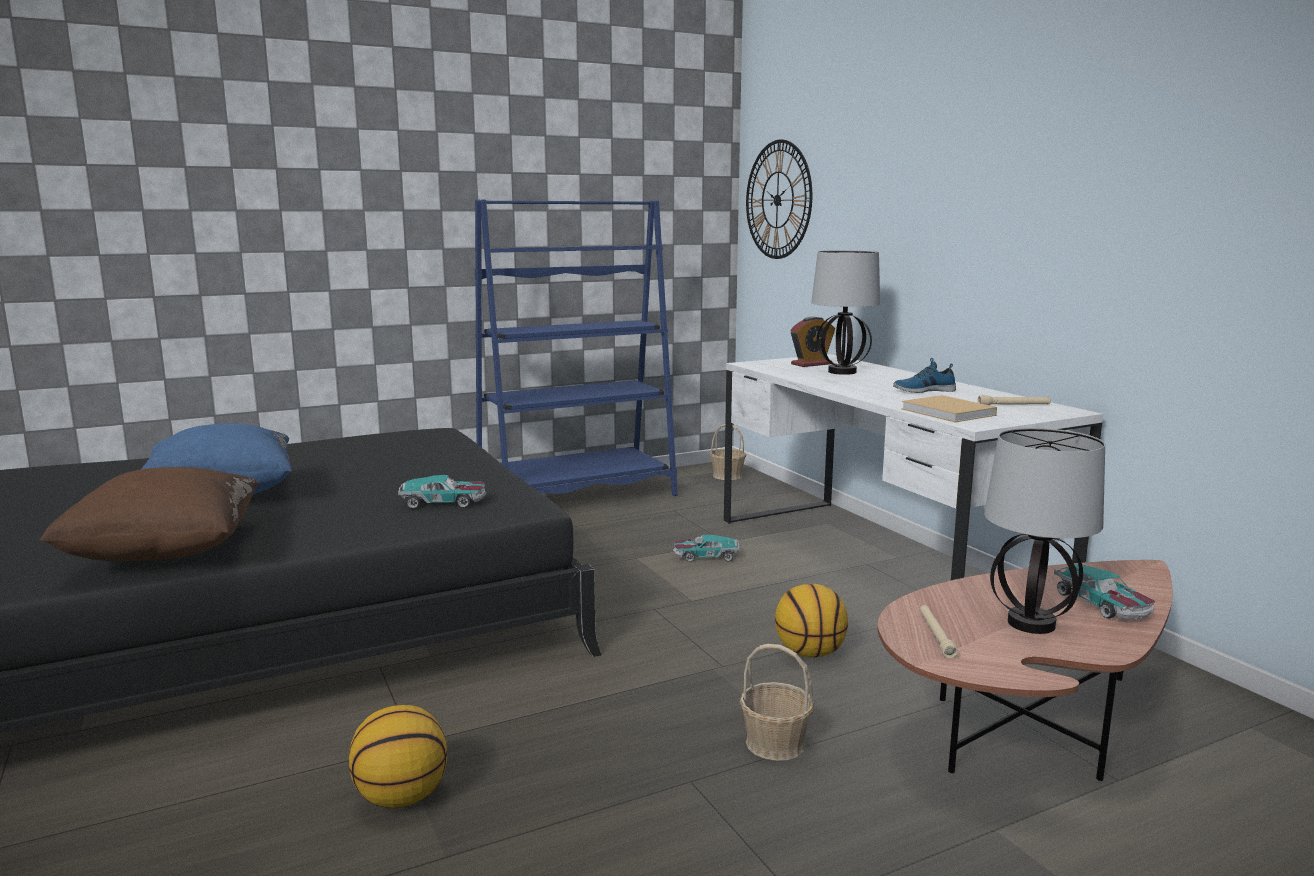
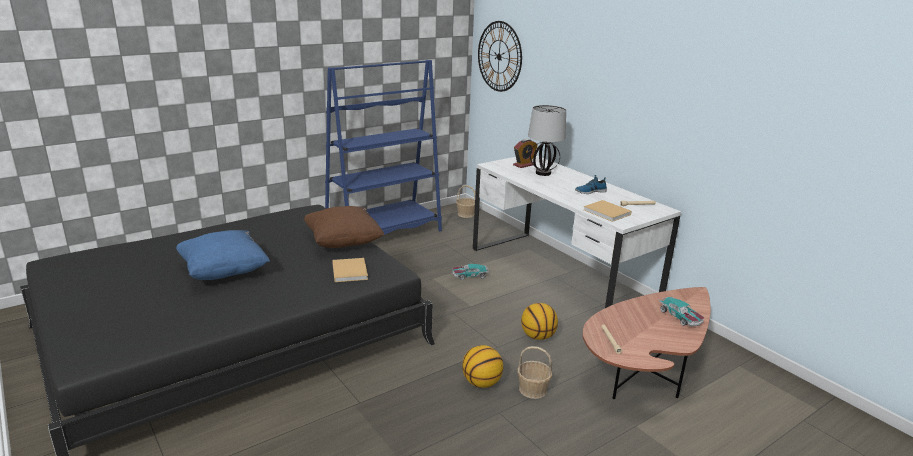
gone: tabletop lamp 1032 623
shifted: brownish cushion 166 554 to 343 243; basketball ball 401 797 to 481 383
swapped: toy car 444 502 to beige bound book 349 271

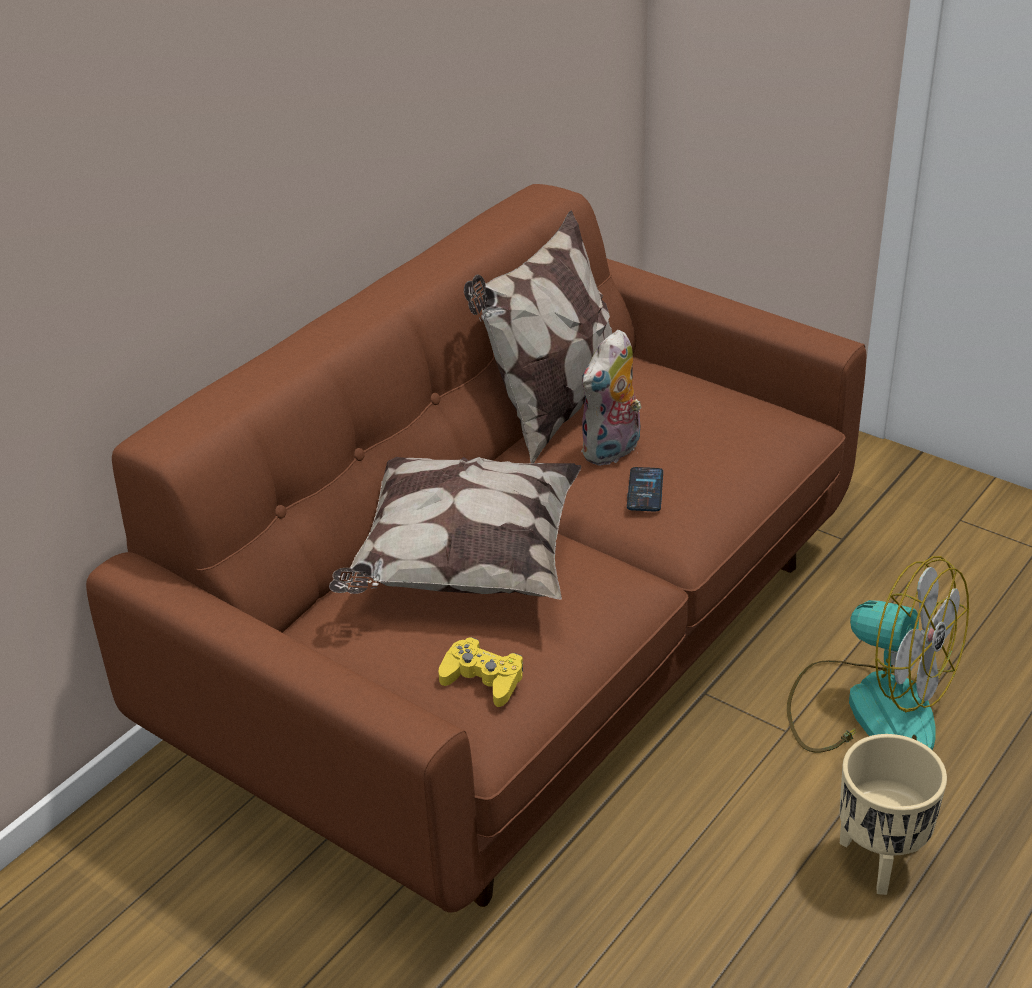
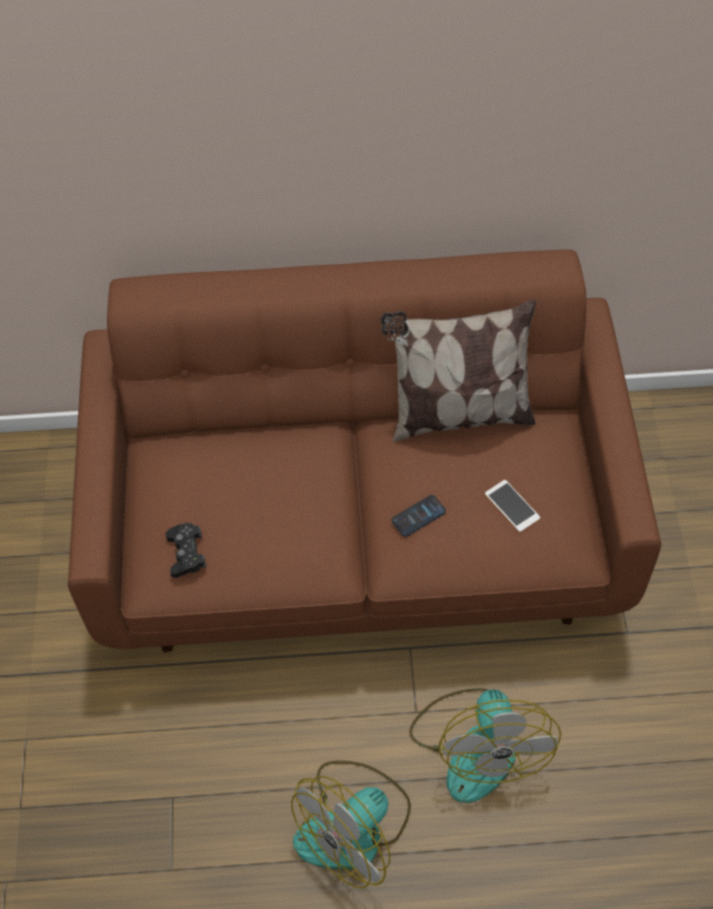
gone: cushion 463 566; soft toy 612 451
new: telephone 512 506
swapped: beige plant pot 881 860 to electric fan 354 826
repainted: yellow-coloured gamepad 483 679 to black gamepad 186 553

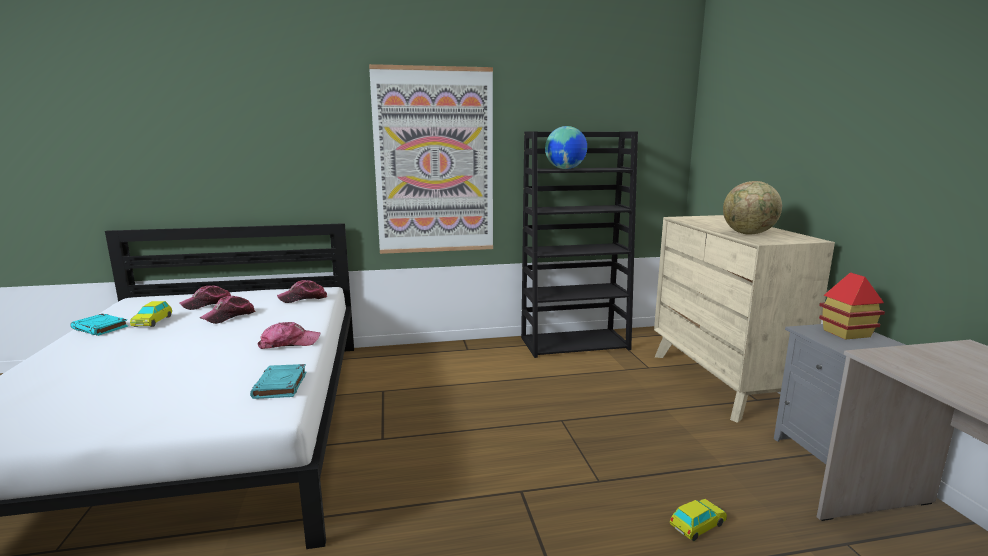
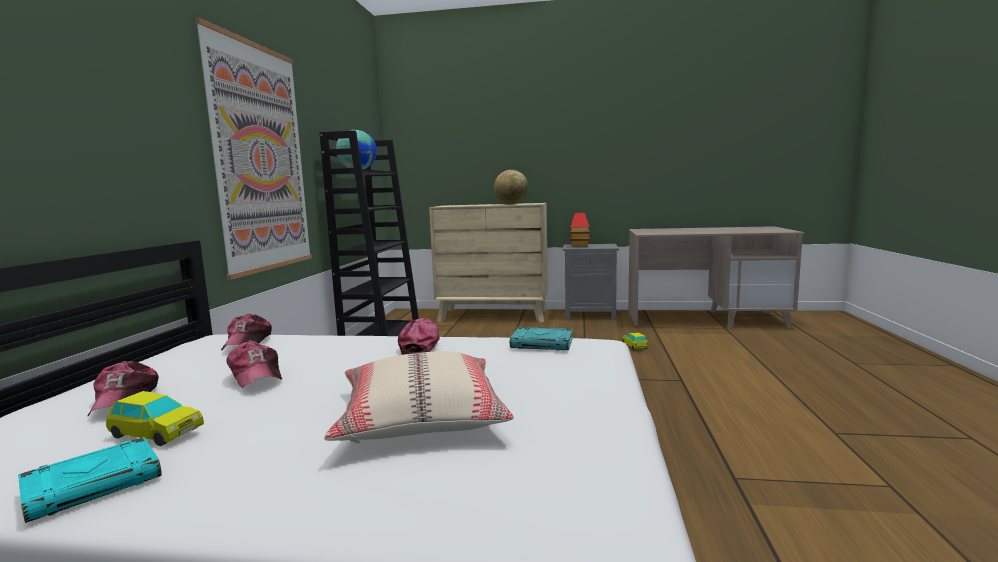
new: beige cushion 420 416

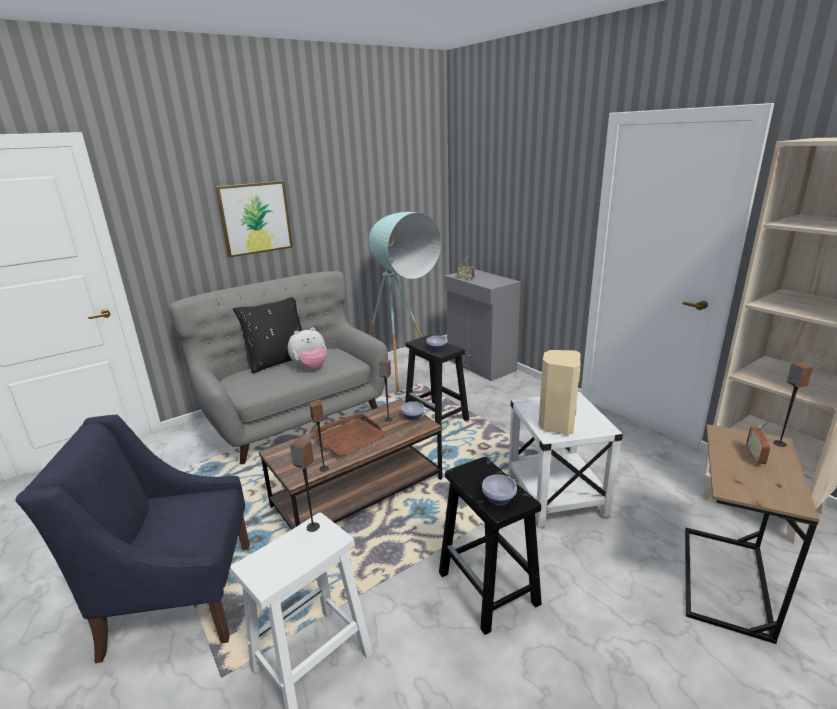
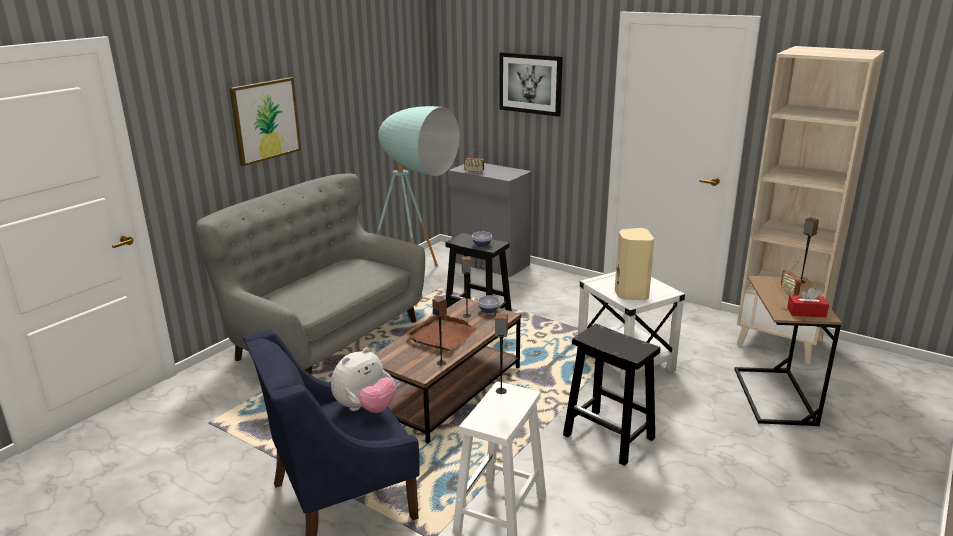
gone: black cushion 279 361; bowl 497 499
new: picture 530 83; red-coloured tissue holder 806 312
shifted: soft toy 310 368 to 365 408

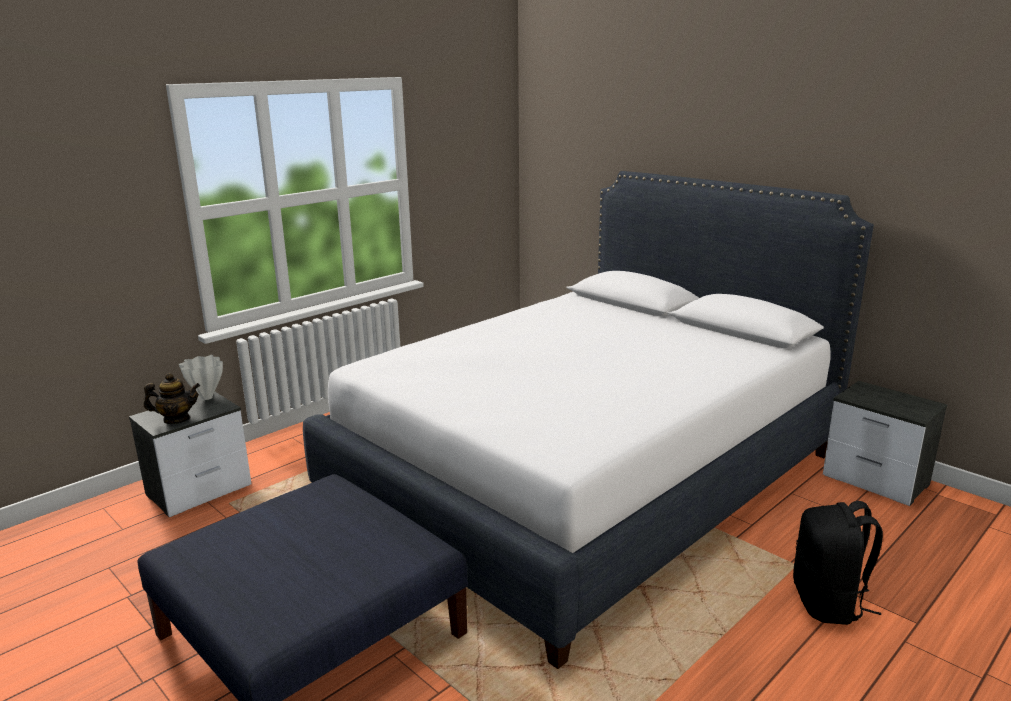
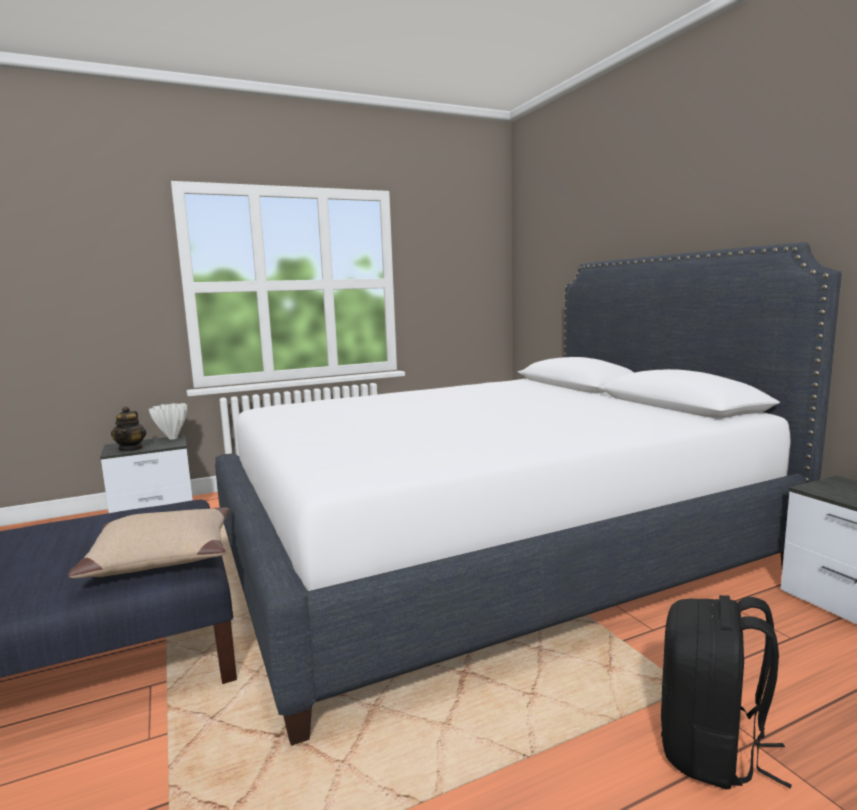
new: beige cushion 162 556
rotated: tea pot 176 419 = 131 448 75 degrees clockwise

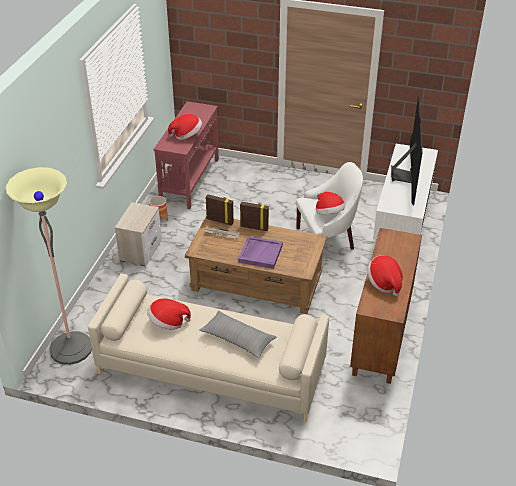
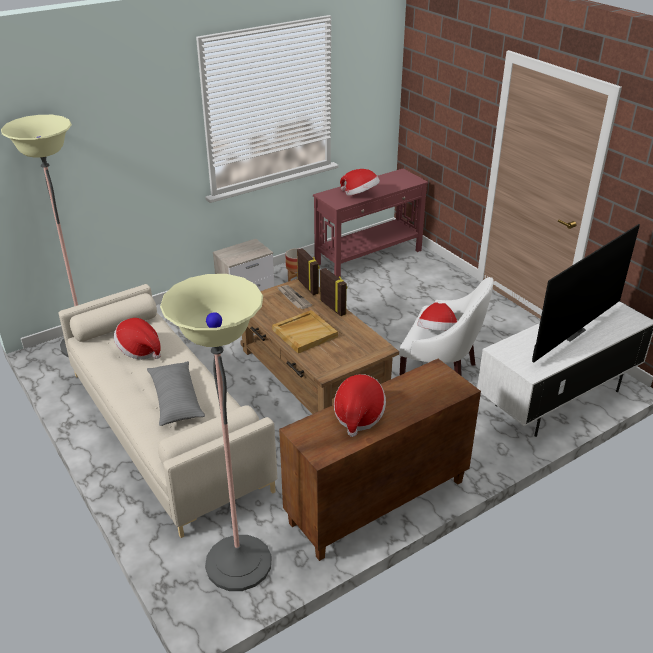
new: standard lamp 238 563
repainted: purplish carrying tray 260 253 to beige carrying tray 305 333

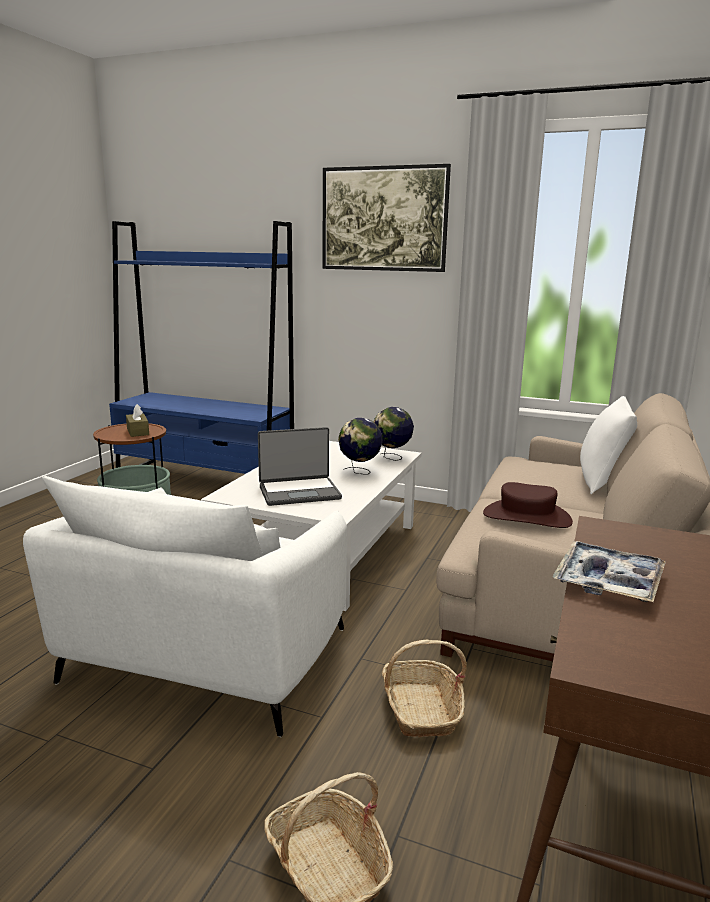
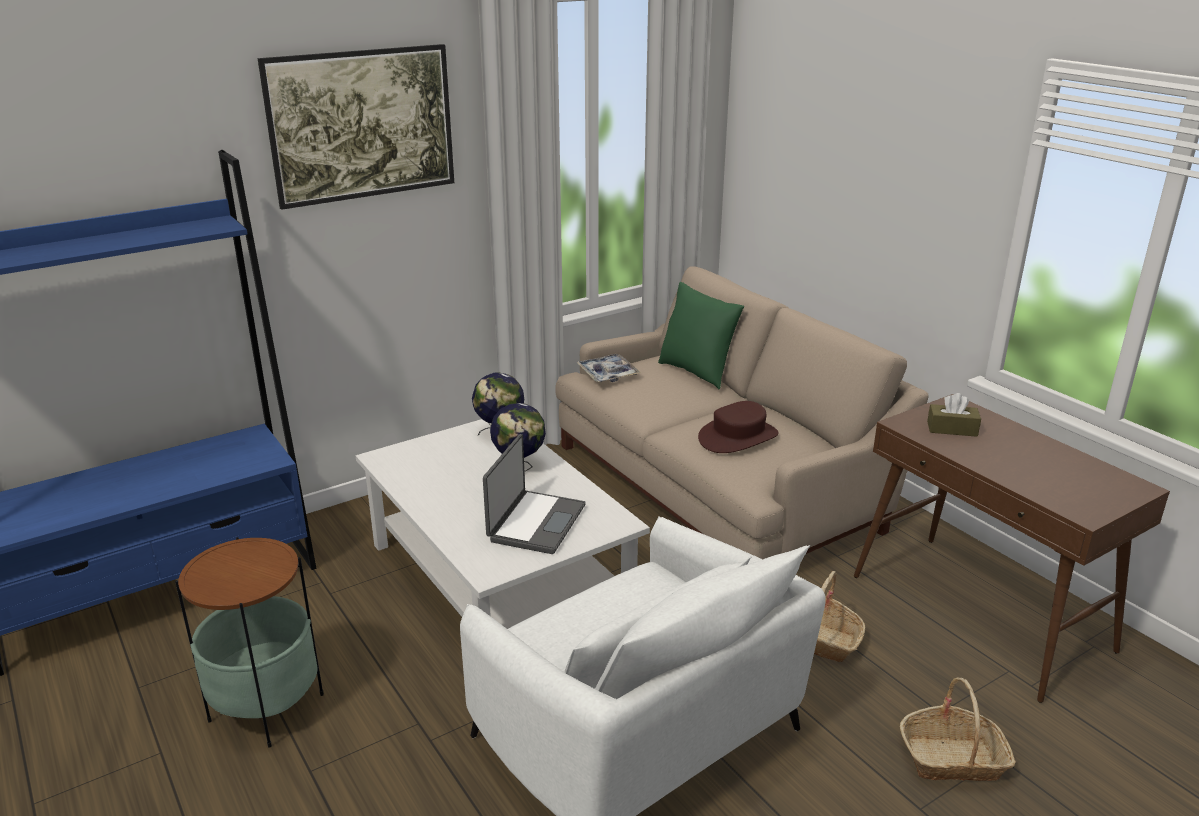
shifted: brownish tissue holder 138 431 to 952 429; carrying tray 608 581 to 608 374
repainted: white cushion 602 482 to green-coloured cushion 697 372

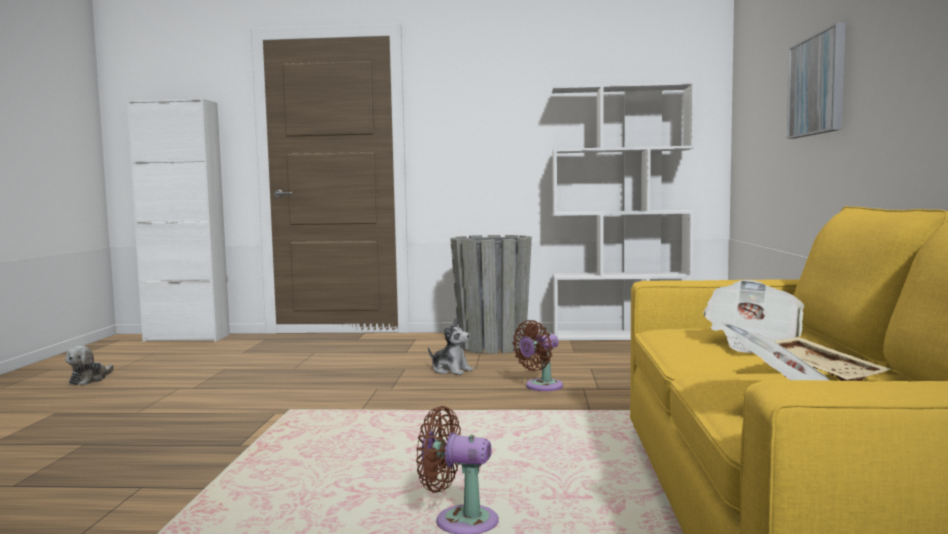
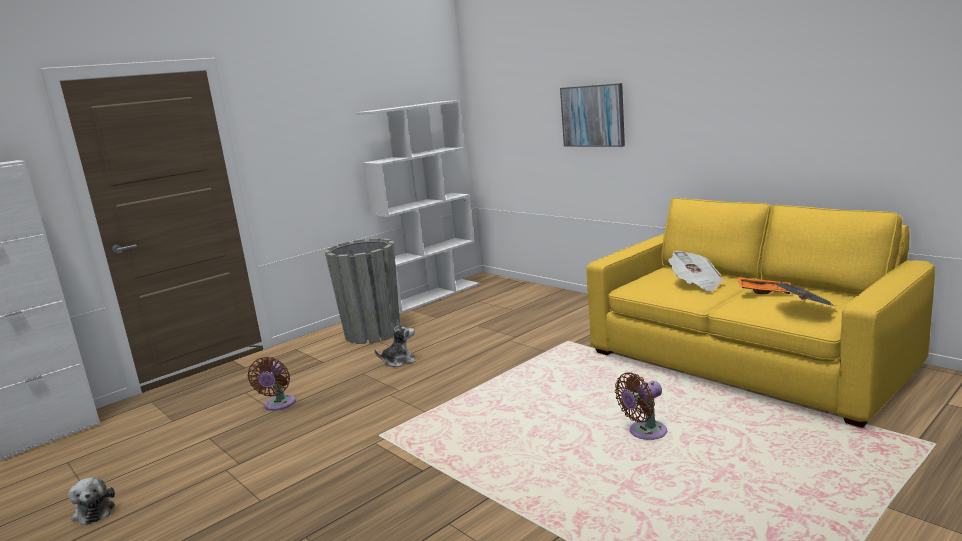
shifted: brownish electric fan 541 387 to 278 405
repainted: beige carrying tray 822 372 to orange-coloured carrying tray 764 291

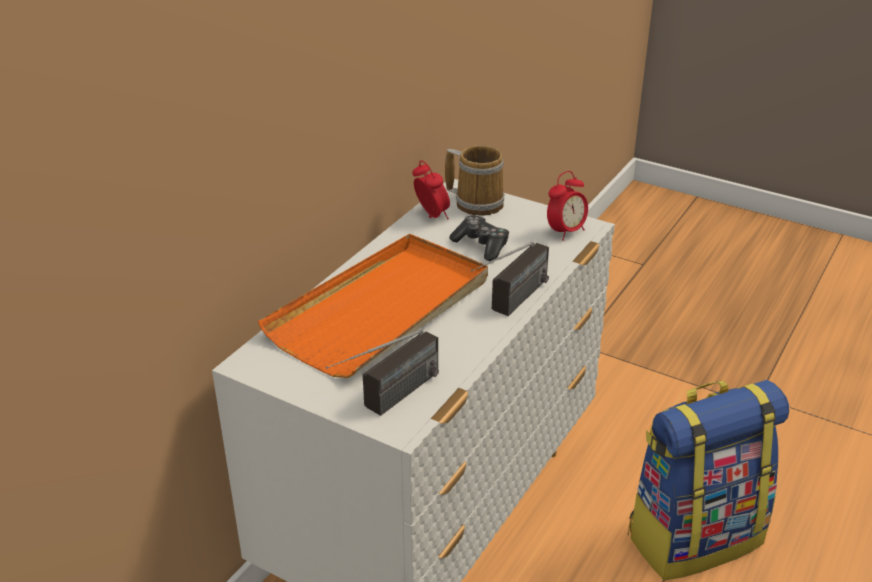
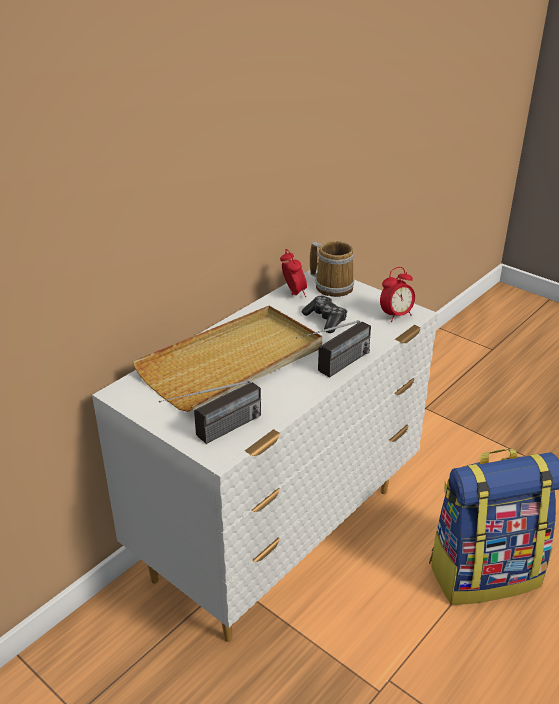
repainted: orange-coloured carrying tray 382 310 to beige carrying tray 233 362

